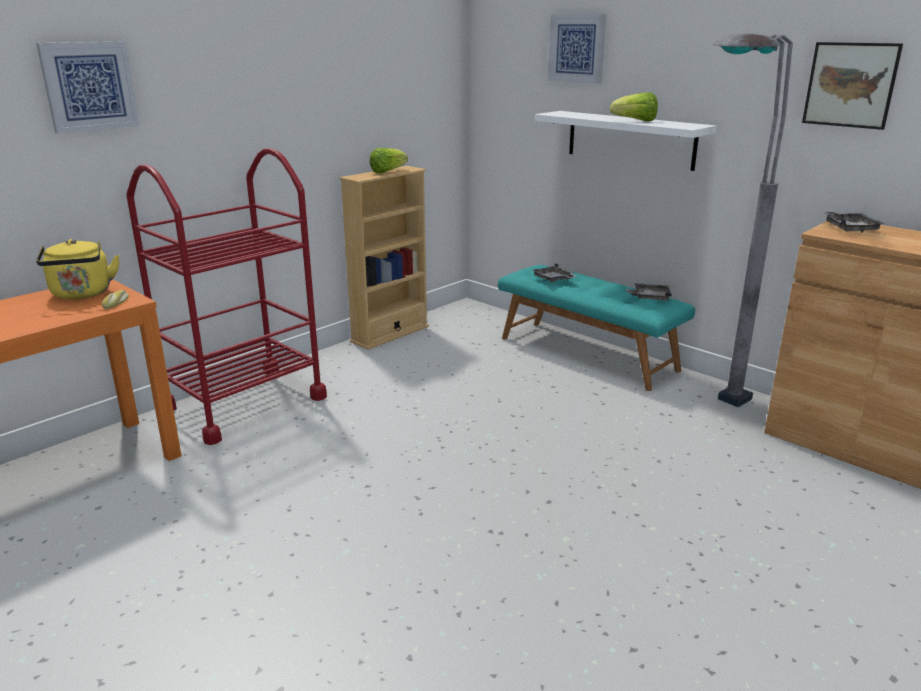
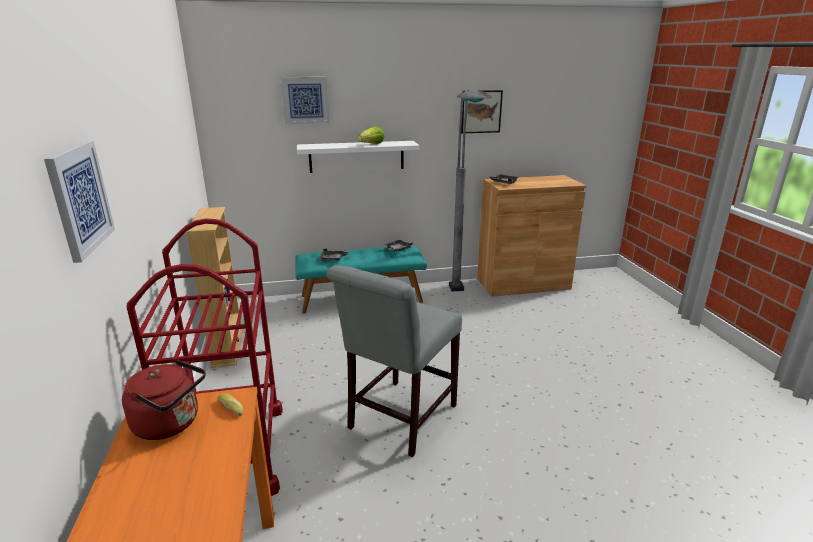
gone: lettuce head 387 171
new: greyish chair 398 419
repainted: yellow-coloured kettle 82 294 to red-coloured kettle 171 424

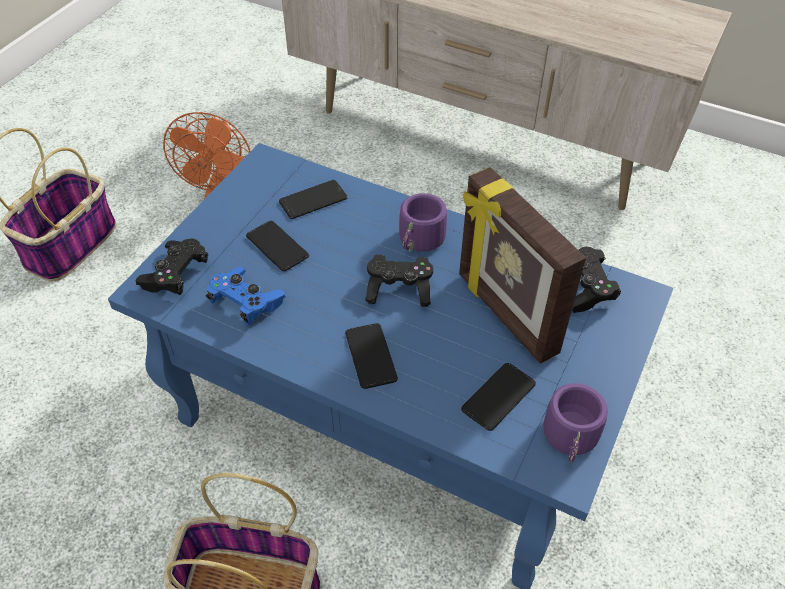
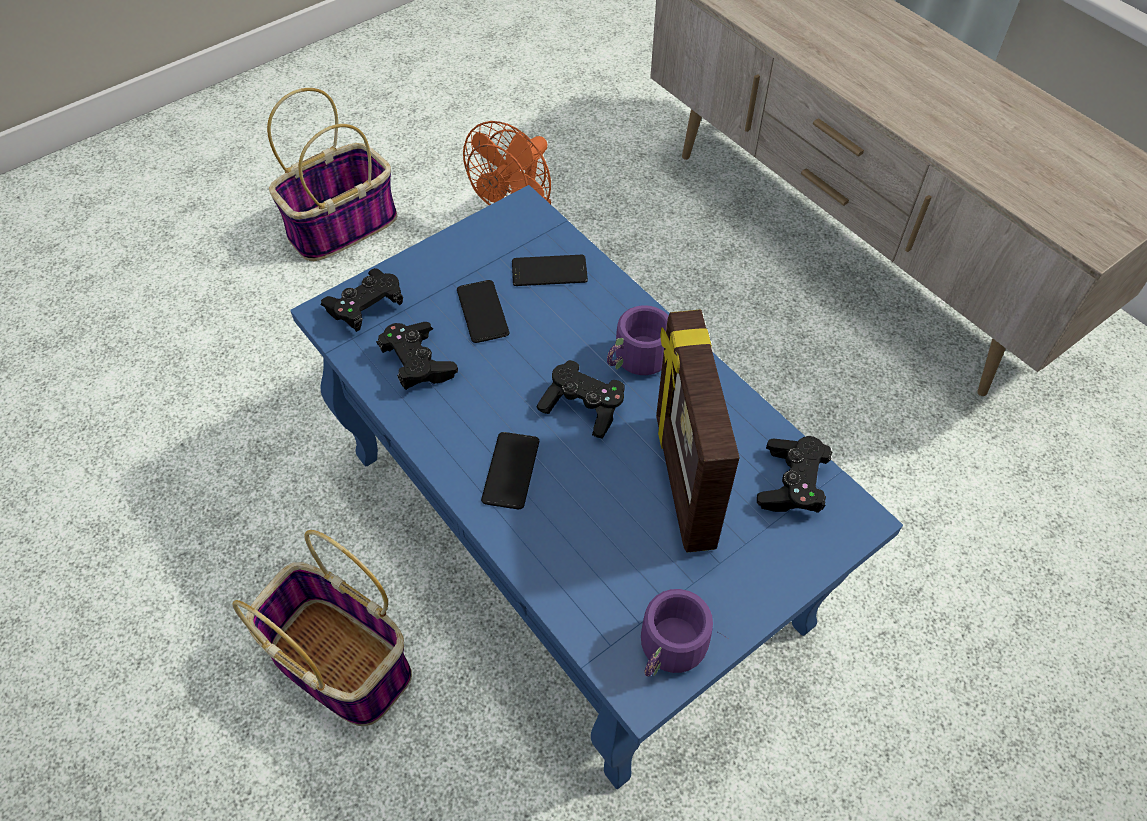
gone: telephone 498 397
repainted: blue gamepad 246 303 to black gamepad 418 364

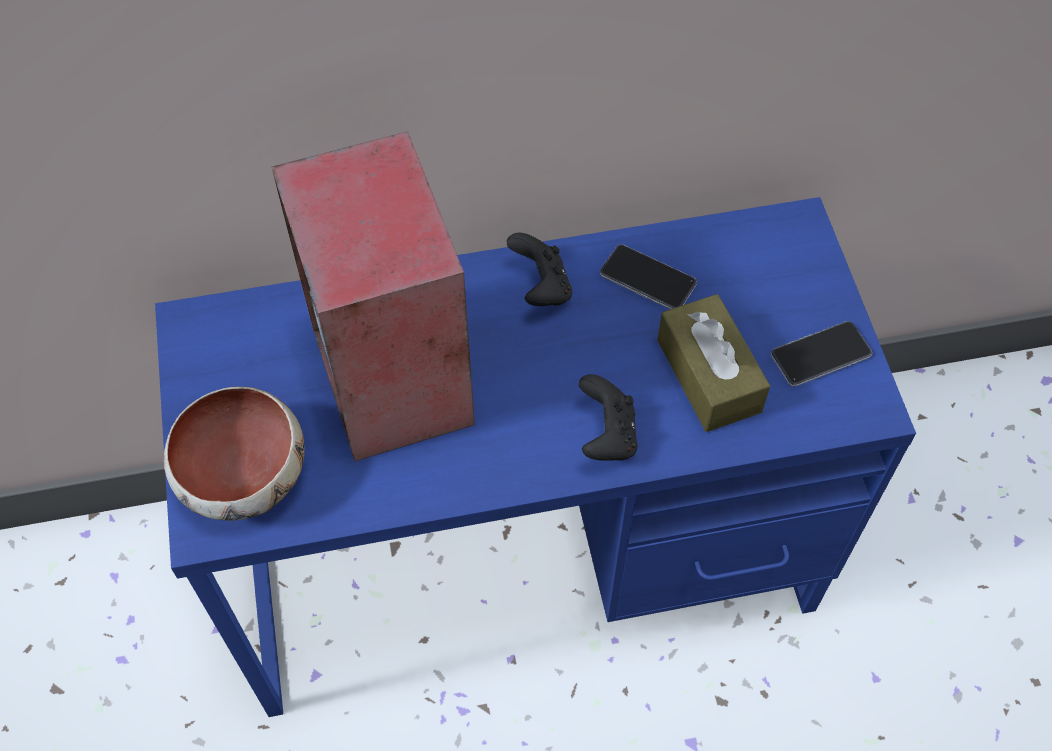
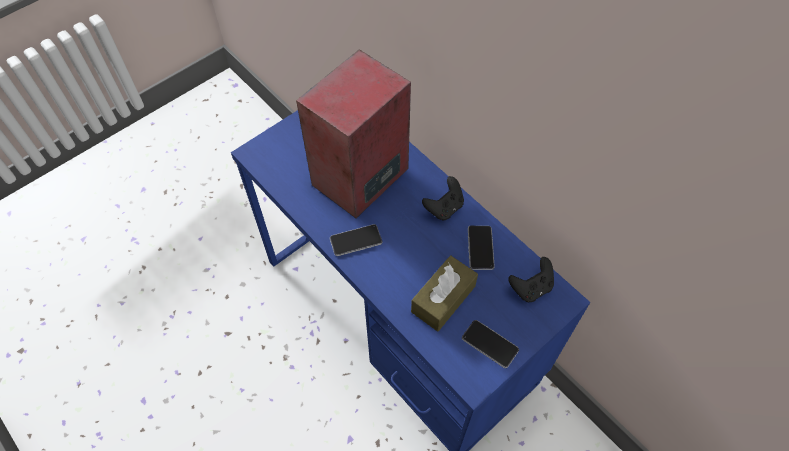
gone: bowl 244 476
new: telephone 356 240
shifted: black gamepad 606 435 to 531 288

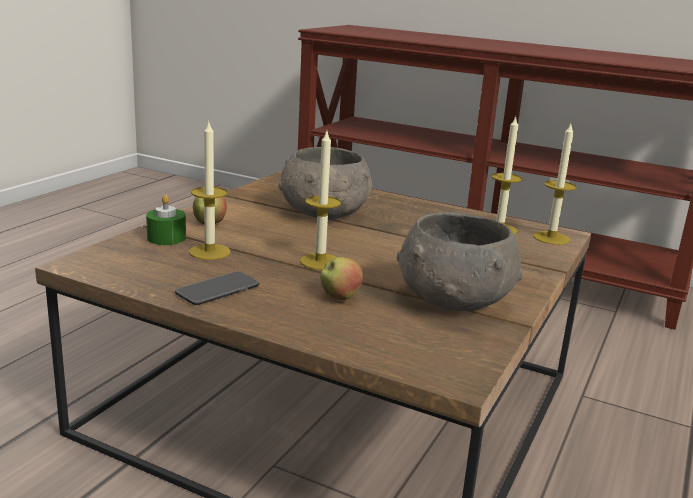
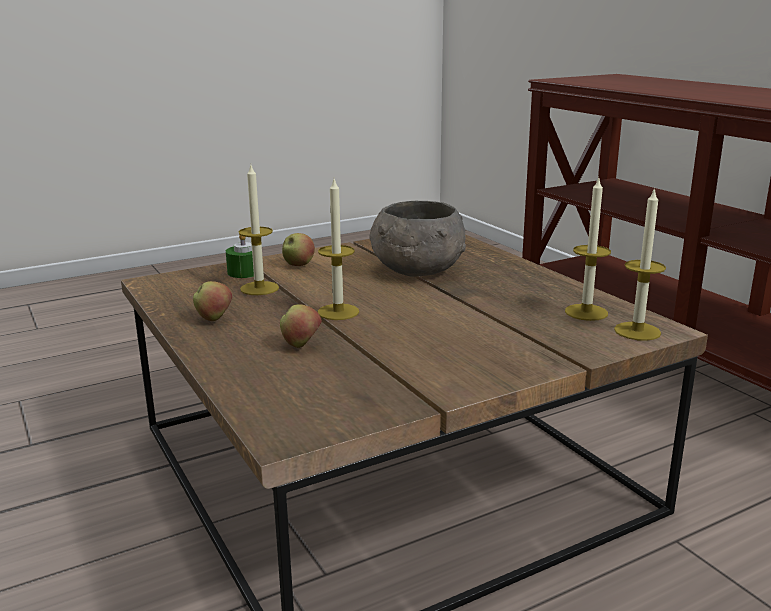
gone: greyish bowl 452 300
swapped: telephone 218 290 to apple fruit 214 319

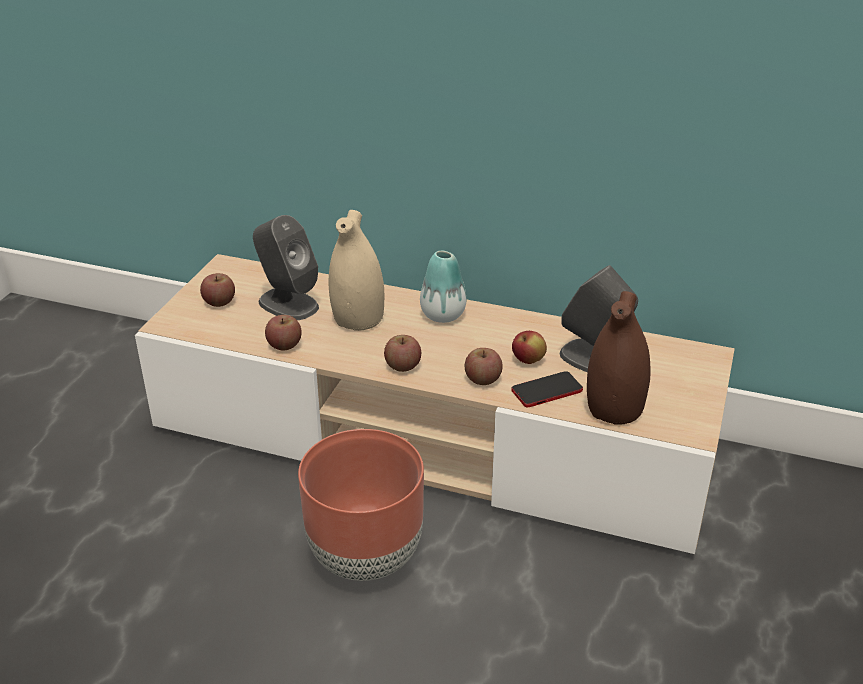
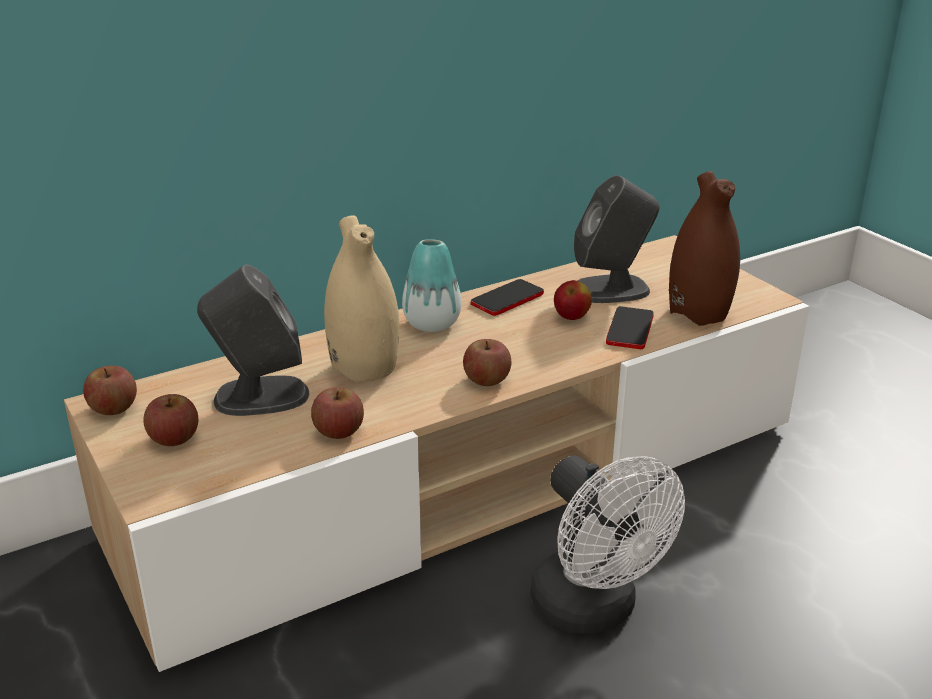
new: telephone 507 299
shifted: apple fruit 483 379 to 113 408
swapped: brownish plant pot 367 557 to white electric fan 594 610

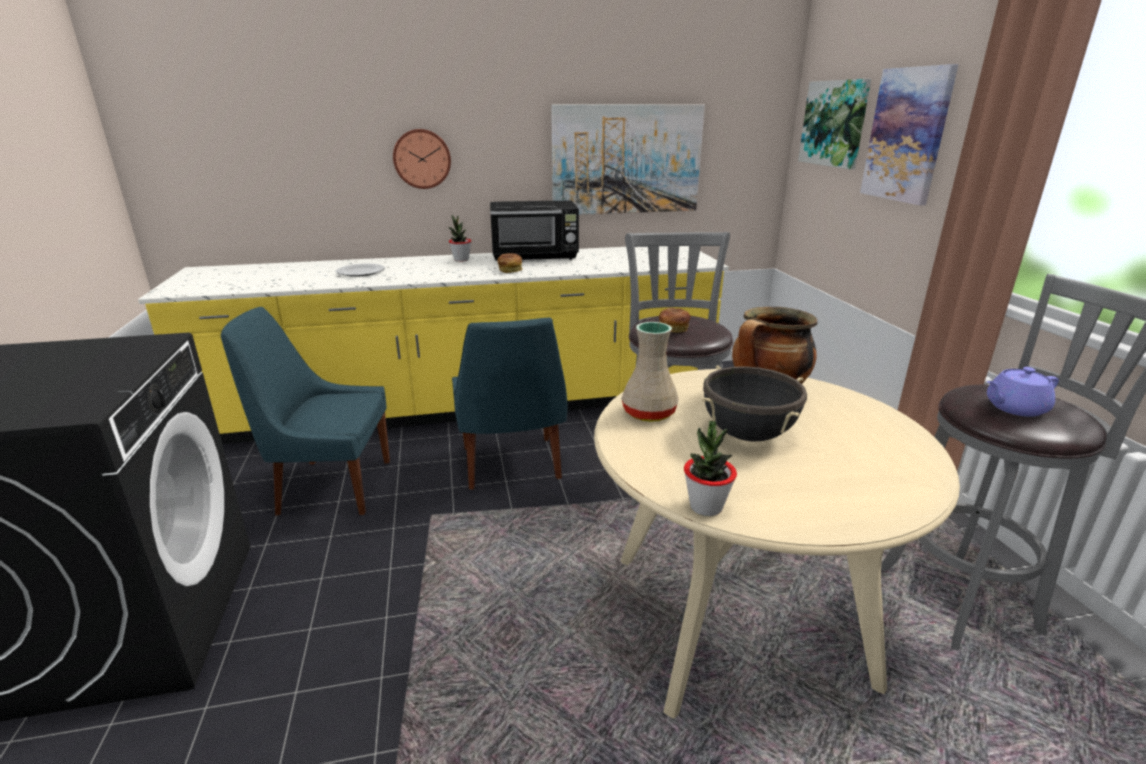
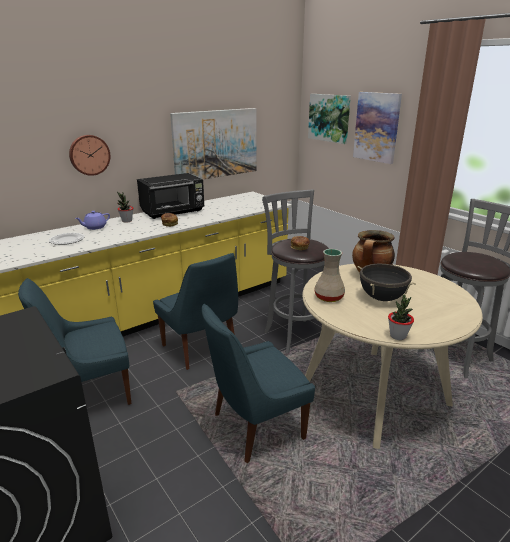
new: blue chair 254 427
shifted: purplish tea pot 1014 408 to 94 227

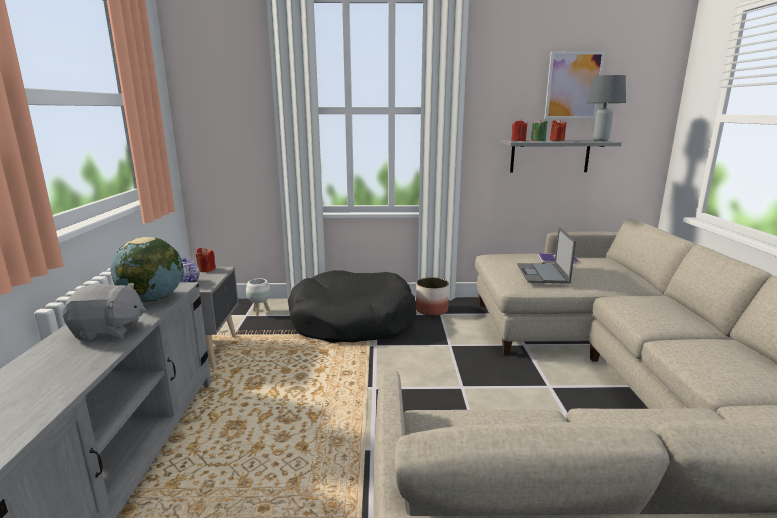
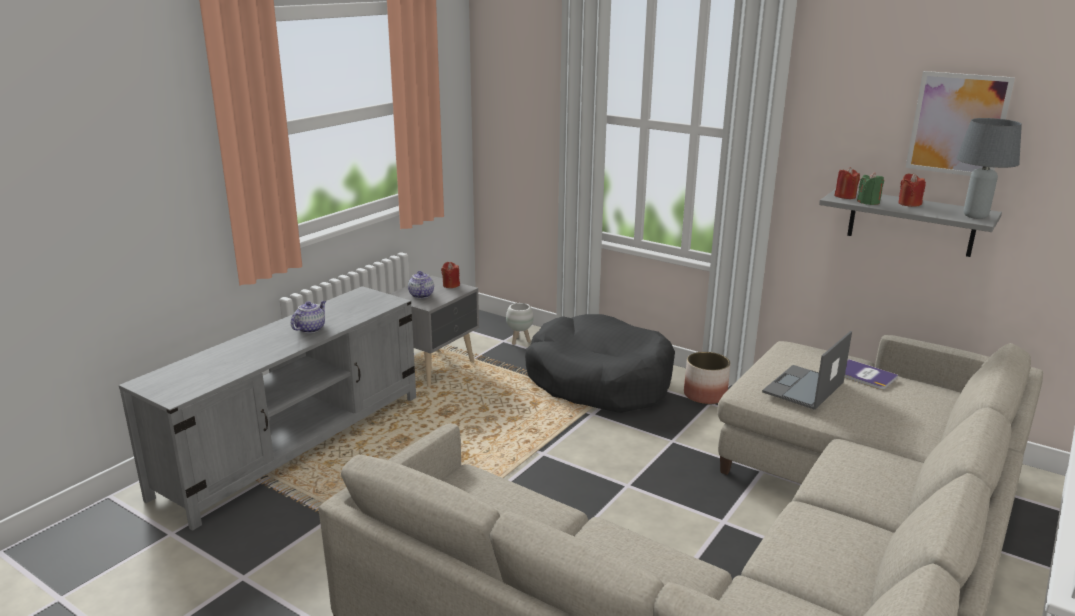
gone: world globe 153 299
swapped: greyish soft toy 109 331 to tea pot 310 329

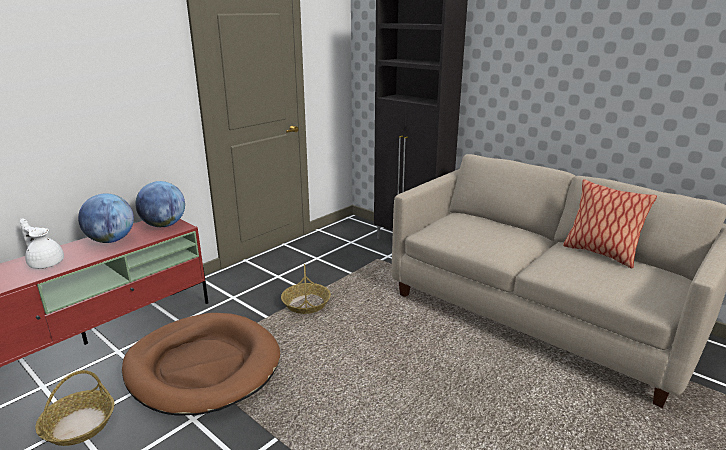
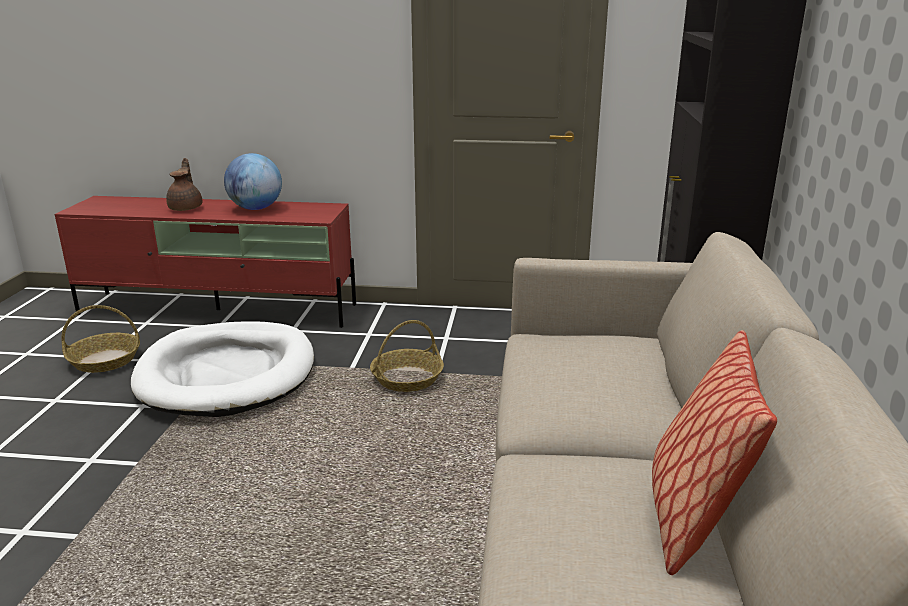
gone: world globe 164 225
repainted: white tea pot 46 263 to brownish tea pot 186 208; brownish pet bed 203 366 to white pet bed 228 374

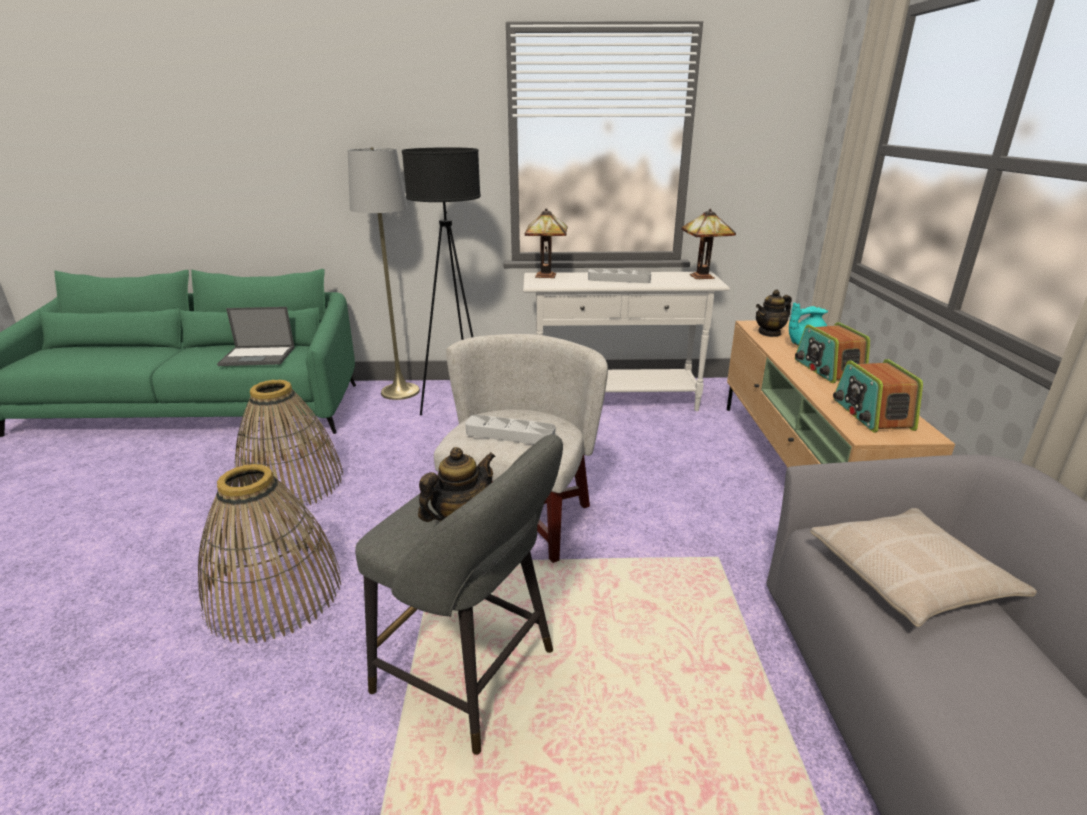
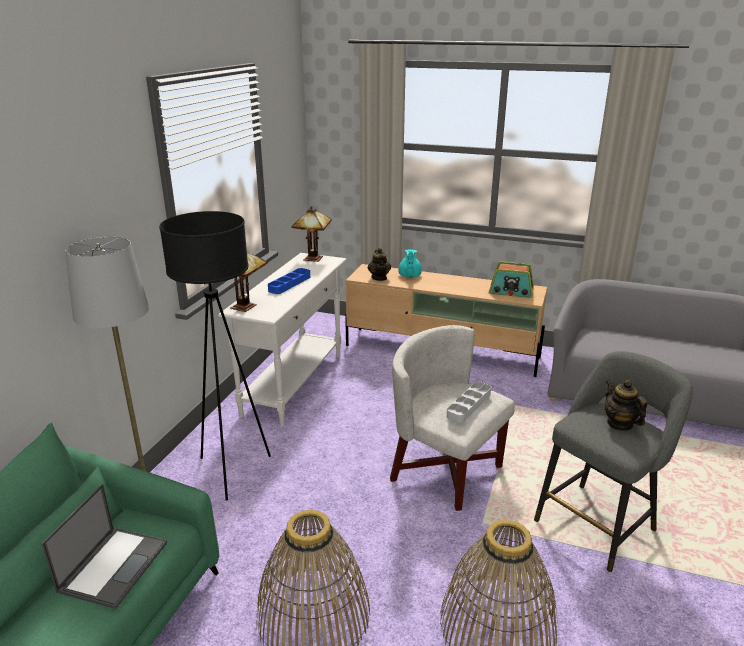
gone: radio set 828 369; beige cushion 910 576
repainted: greyish carrying tray 619 279 to blue carrying tray 289 284

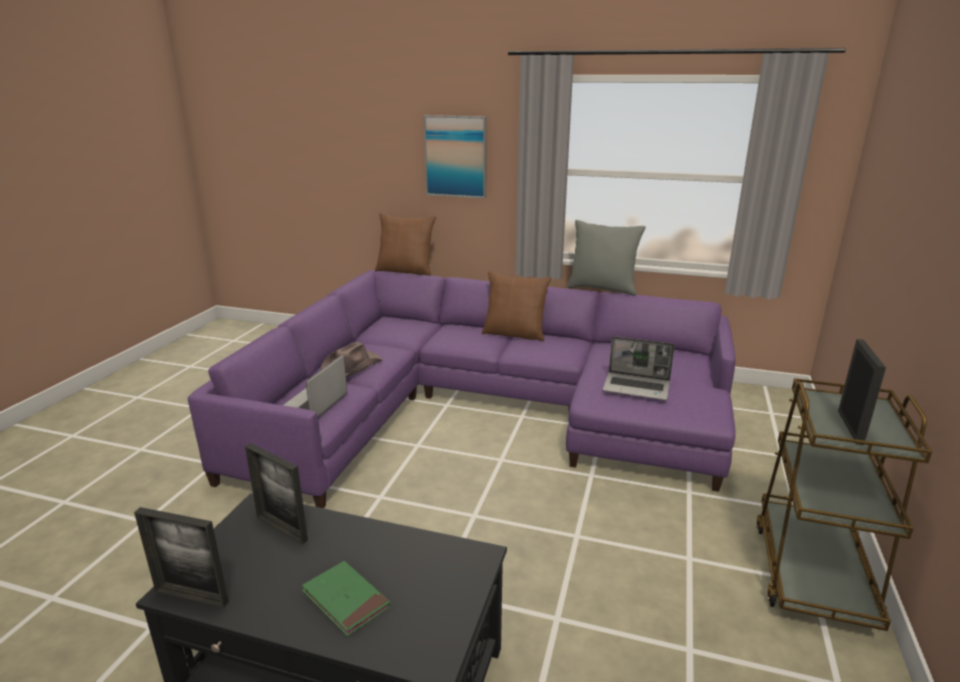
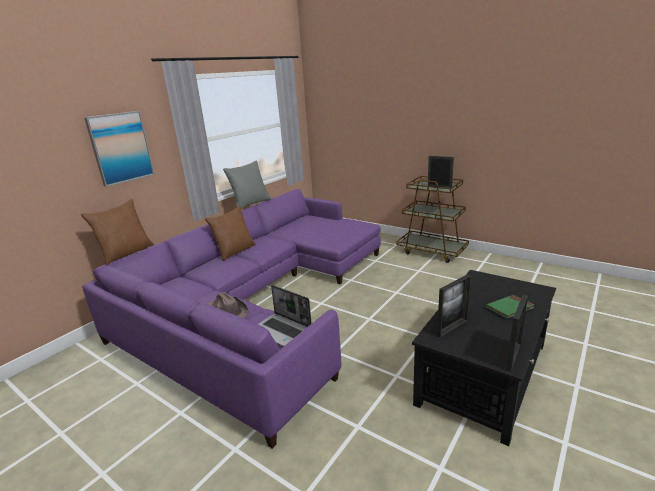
gone: laptop 637 387

